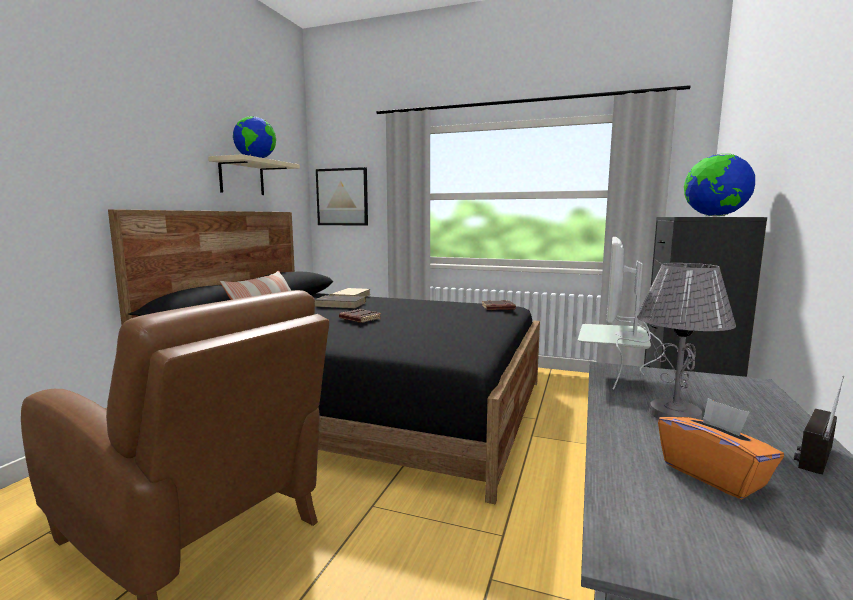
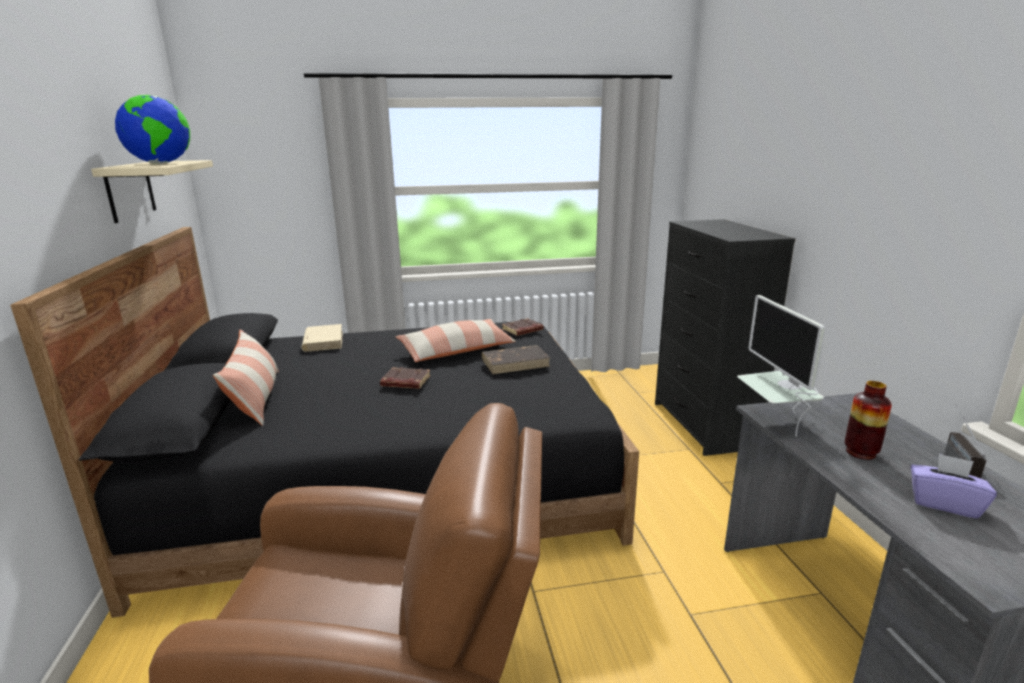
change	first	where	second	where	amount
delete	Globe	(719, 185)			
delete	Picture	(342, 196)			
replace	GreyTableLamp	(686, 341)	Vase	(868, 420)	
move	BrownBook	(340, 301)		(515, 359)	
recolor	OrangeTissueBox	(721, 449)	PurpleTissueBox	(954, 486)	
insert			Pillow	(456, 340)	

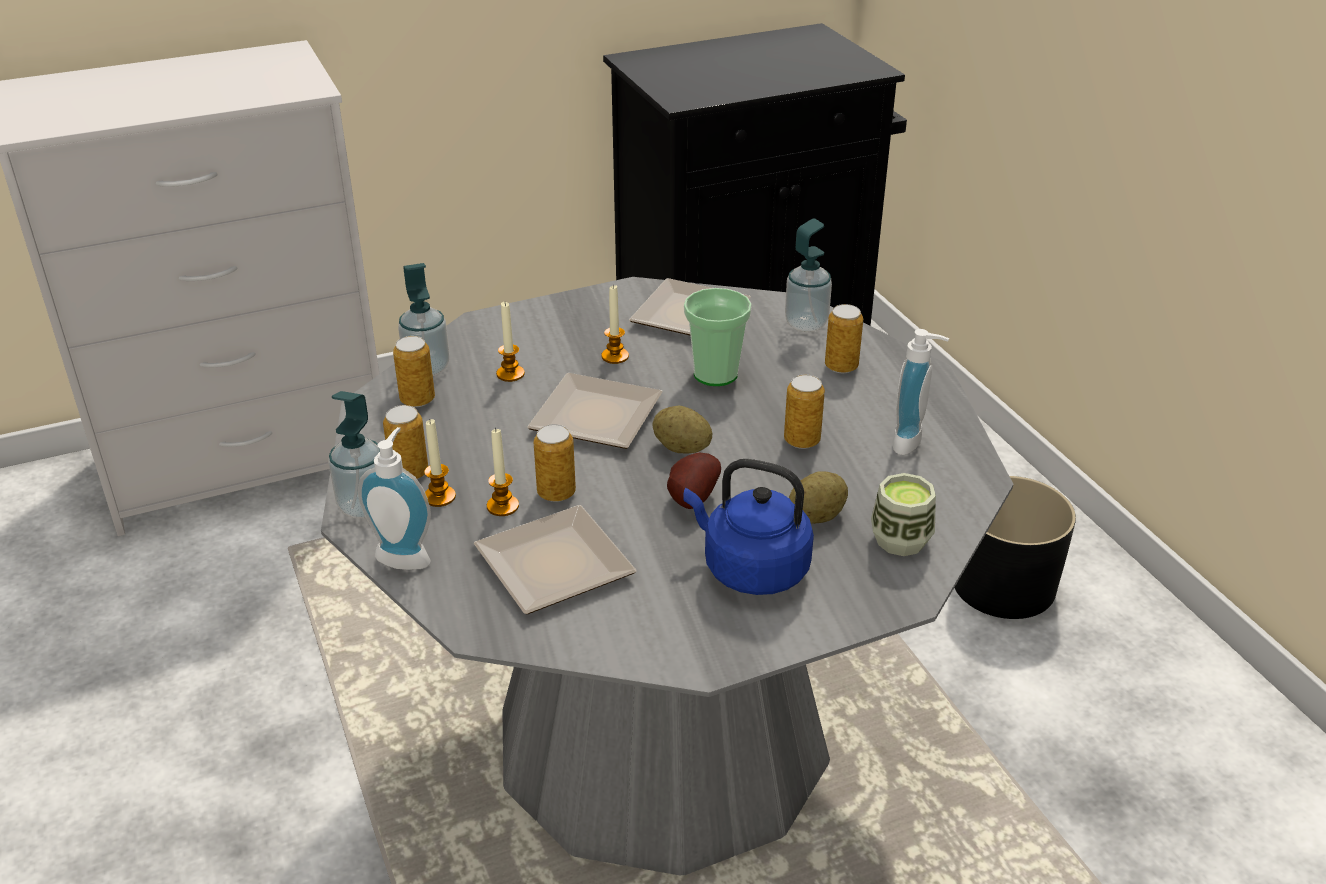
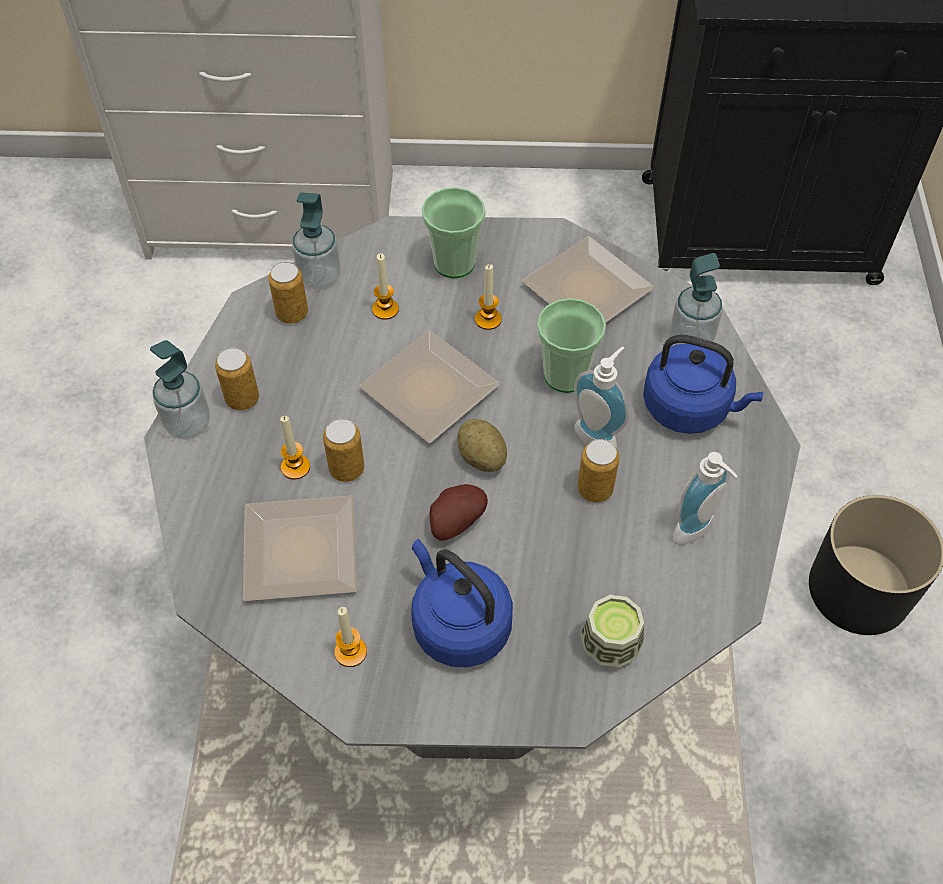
change	first	where	second	where	amount
replace	Can	(844, 338)	BlueKettle	(703, 384)	
move	Candle	(440, 463)		(350, 637)	
move	SoapDispenser	(394, 498)		(601, 397)	
delete	Potato	(818, 498)			
insert			Cup	(454, 232)	

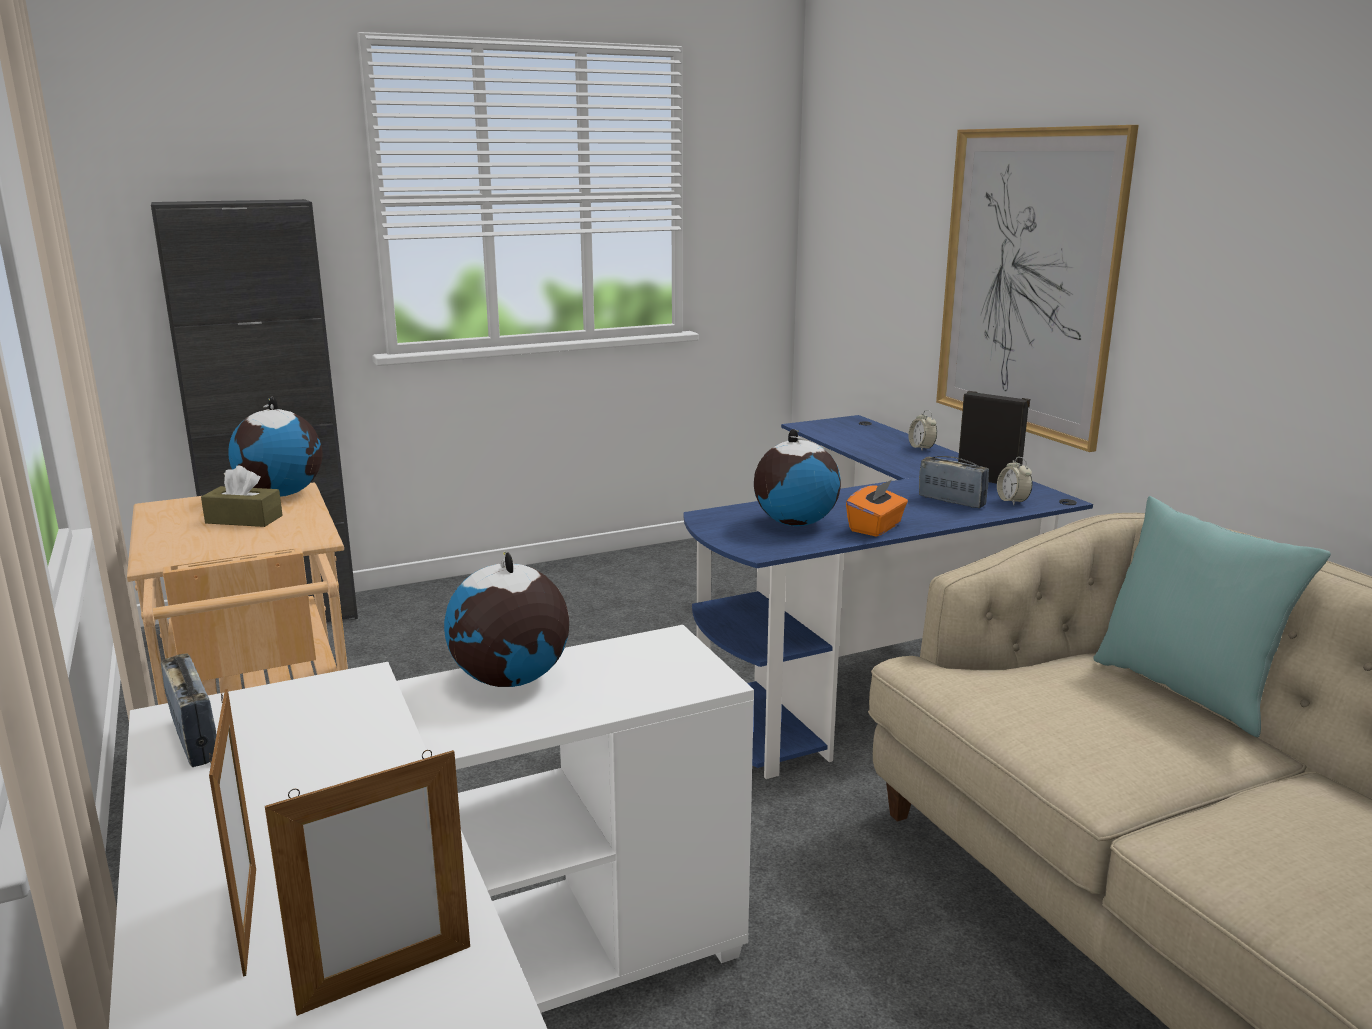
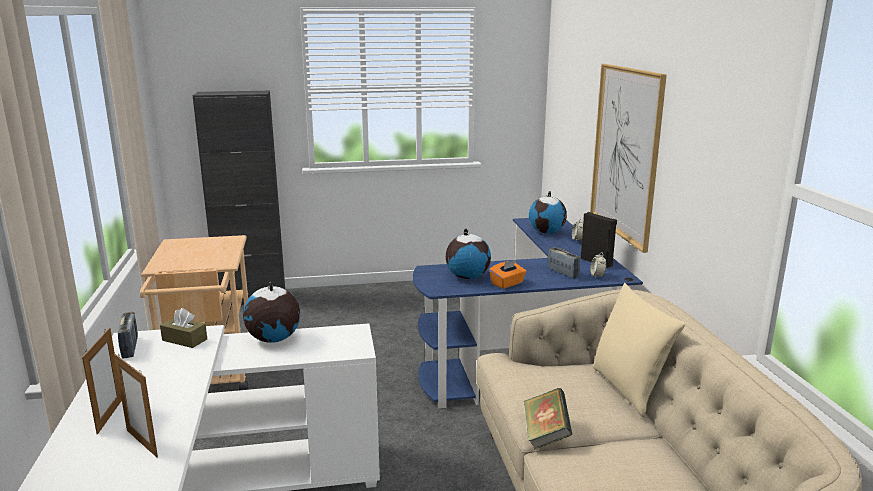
change	first	where	second	where	amount
move	Globe	(275, 447)		(548, 212)	
move	BrownTissueBox	(242, 496)		(183, 328)	
recolor	TurquoisePillow	(1212, 616)	BeigePillow	(638, 350)	
rotate	PictureFrame	(367, 883)		(136, 406)	60 degrees clockwise
insert			Book	(548, 418)	

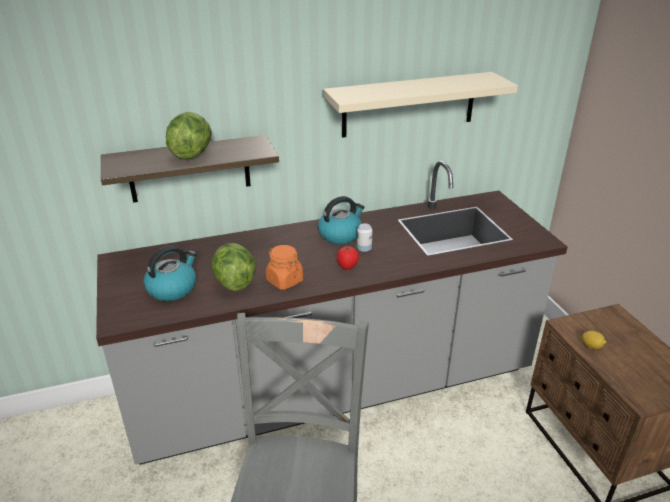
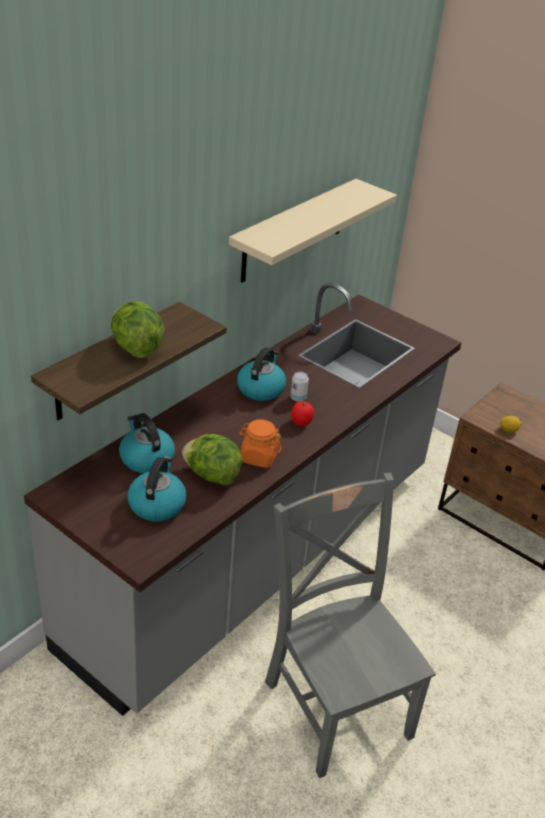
change	first	where	second	where	amount
insert			Kettle	(147, 443)	

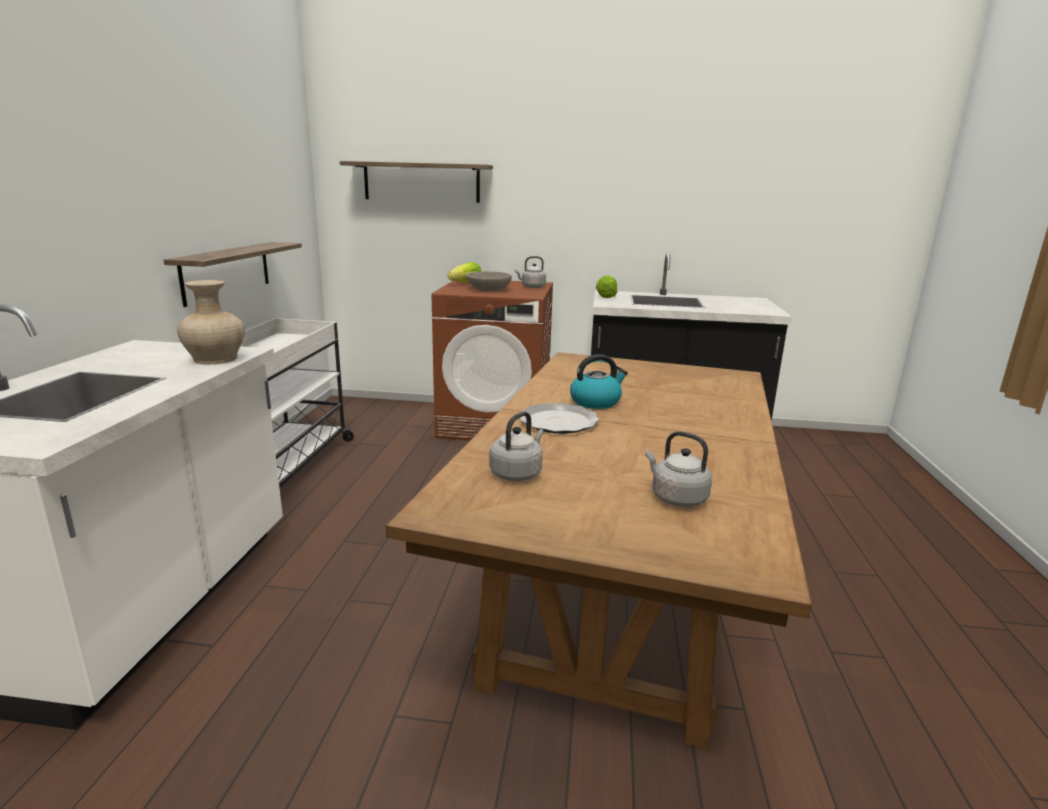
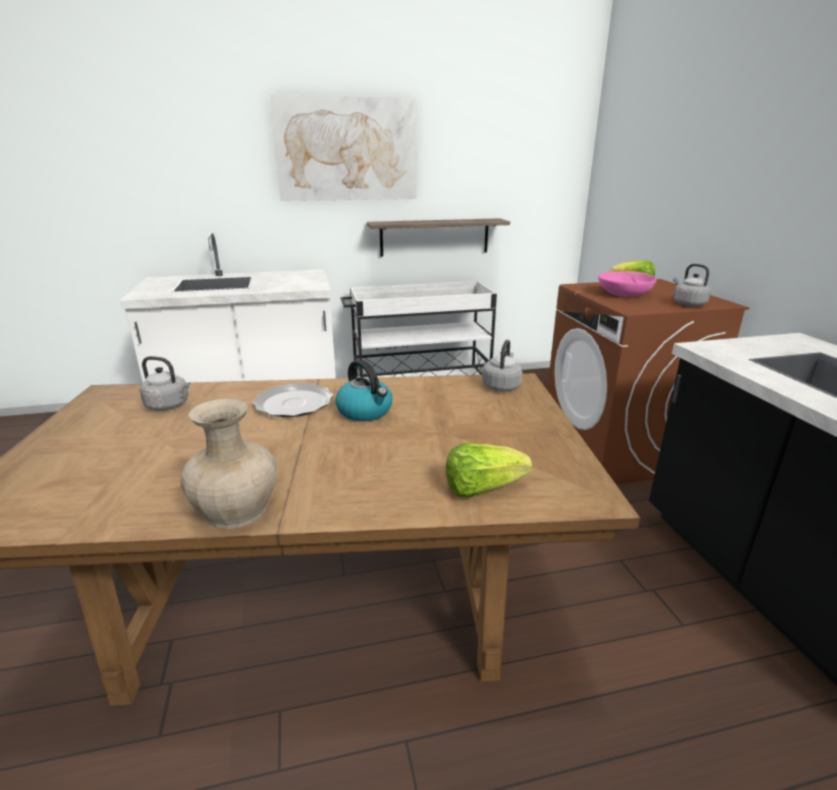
change	first	where	second	where	amount
delete	Shelf	(416, 182)			
recolor	GreyBowl	(489, 281)	PinkBowl	(627, 284)	
move	Lettuce	(606, 286)		(489, 470)	
move	BeigeVase	(211, 322)		(228, 463)	
move	GreyKettle	(678, 469)		(502, 365)	
insert			Picture	(343, 147)	

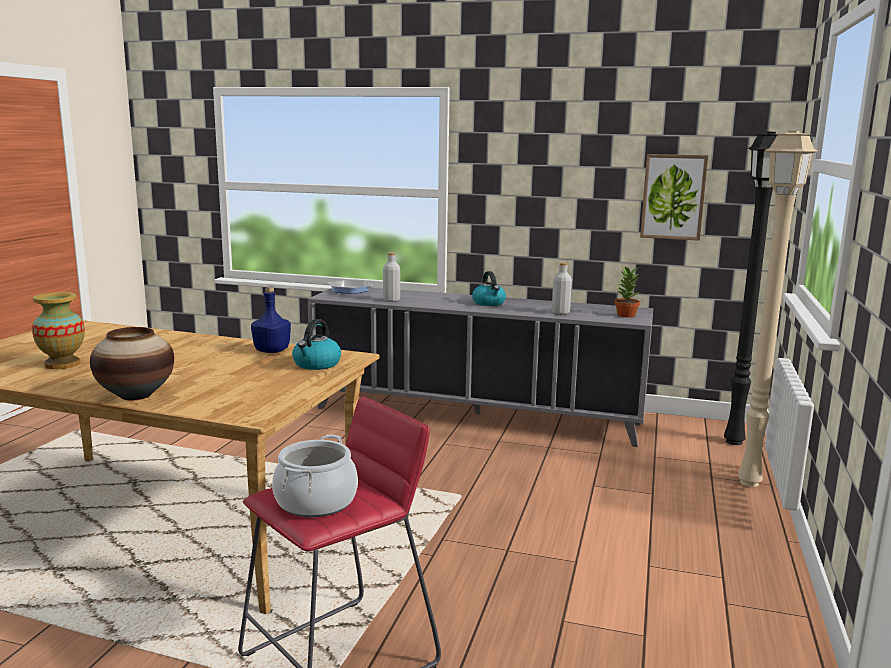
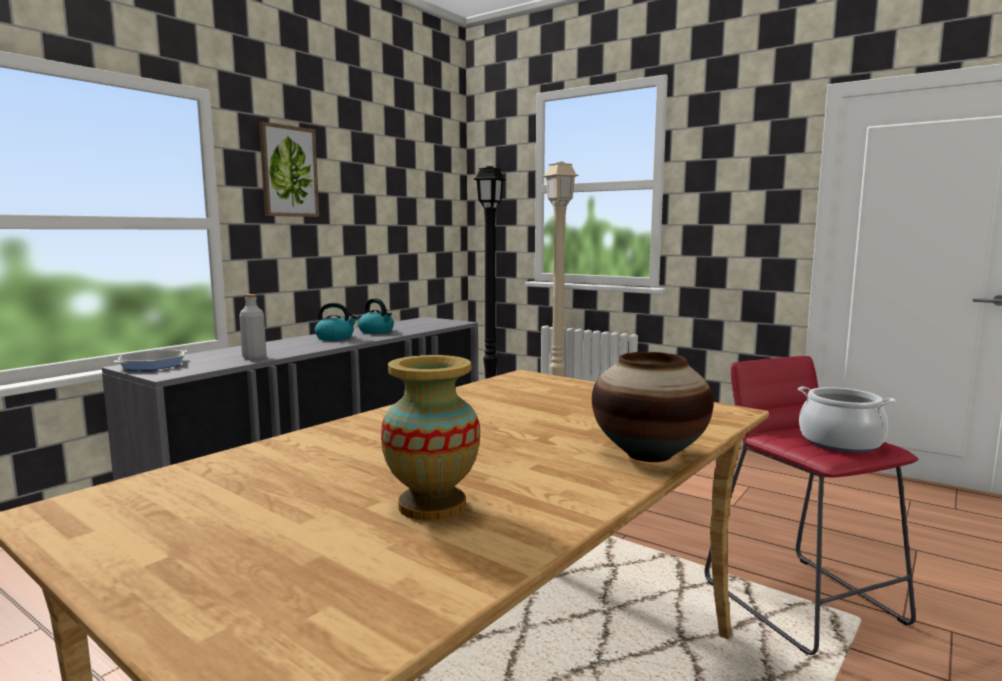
change	first	where	second	where	amount
move	Picture	(674, 197)		(289, 169)	
delete	GreyBottle	(562, 288)			
delete	PottedPlant	(627, 292)			
delete	BlueBottle	(271, 320)			
move	Kettle	(316, 344)		(376, 316)	

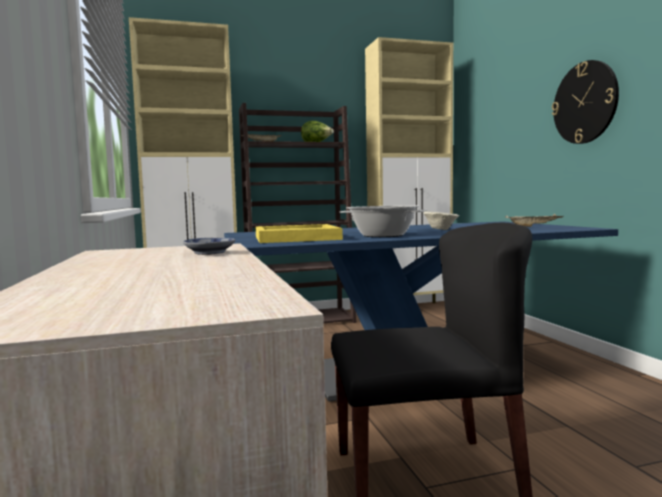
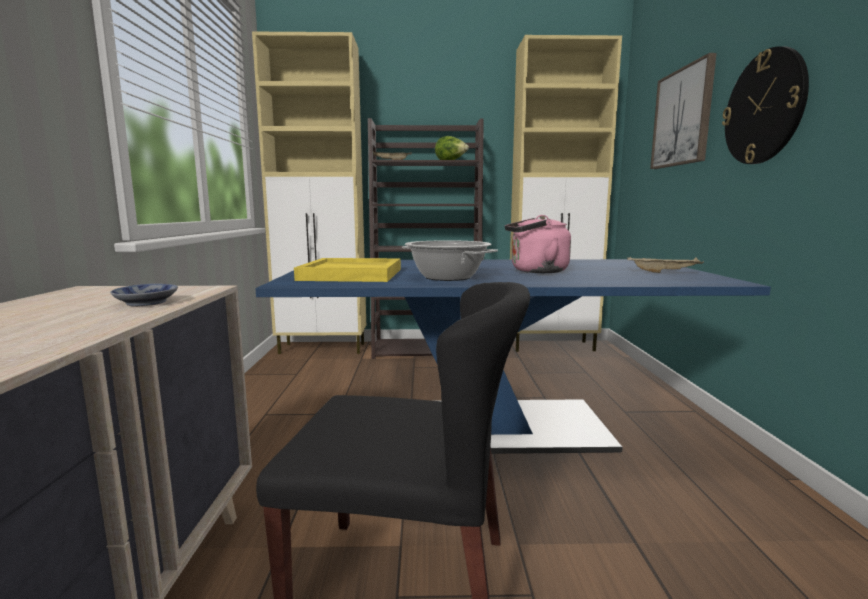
change	first	where	second	where	amount
replace	BeigeBowl	(441, 220)	PinkKettle	(538, 244)	
insert			Picture	(683, 111)	

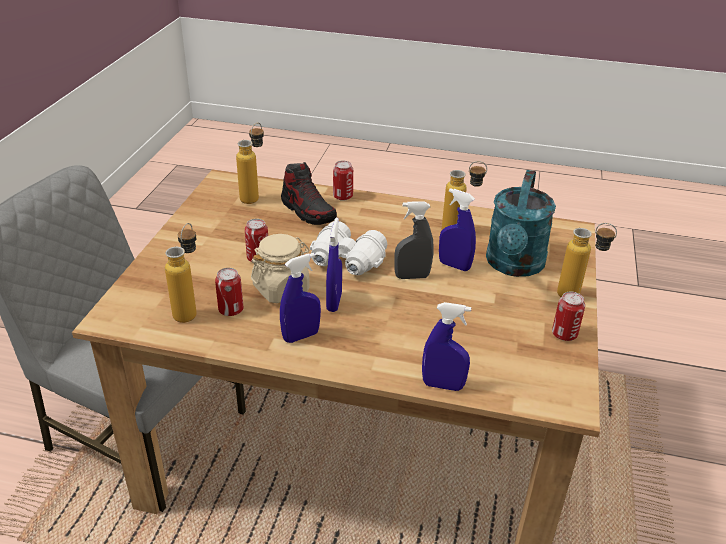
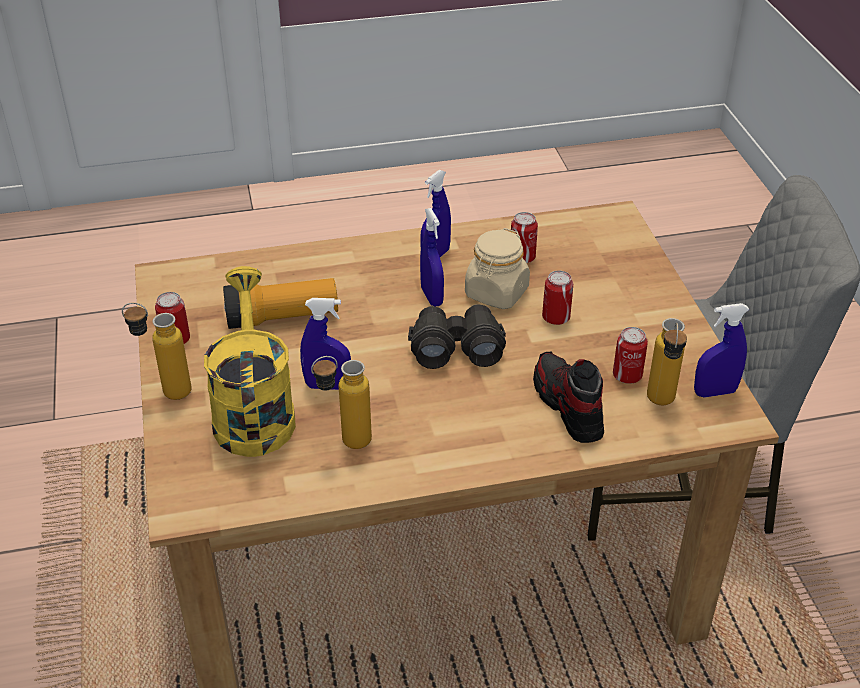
change	first	where	second	where	amount
move	Can	(343, 181)		(630, 355)	
rotate	Shoe	(309, 193)		(568, 397)	45 degrees clockwise
recolor	TurquoiseWateringCan	(521, 223)	YellowWateringCan	(250, 361)	
delete	GreySprayBottle	(413, 240)			
recolor	WhiteBinoculars	(348, 248)	BlackBinoculars	(457, 336)	
delete	Bottle	(181, 273)			
move	BlueSprayBottle	(446, 346)		(721, 350)	
insert			Flashlight	(280, 303)	

